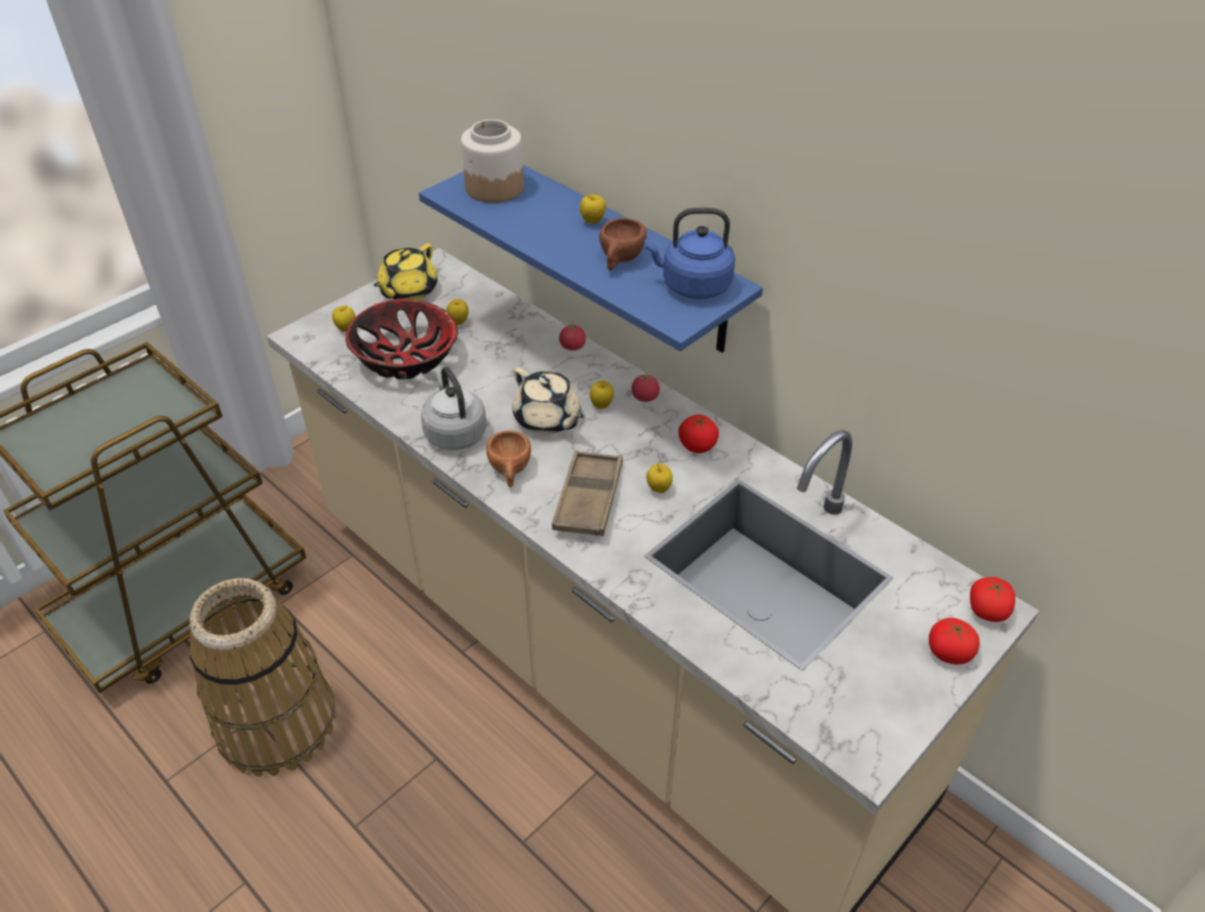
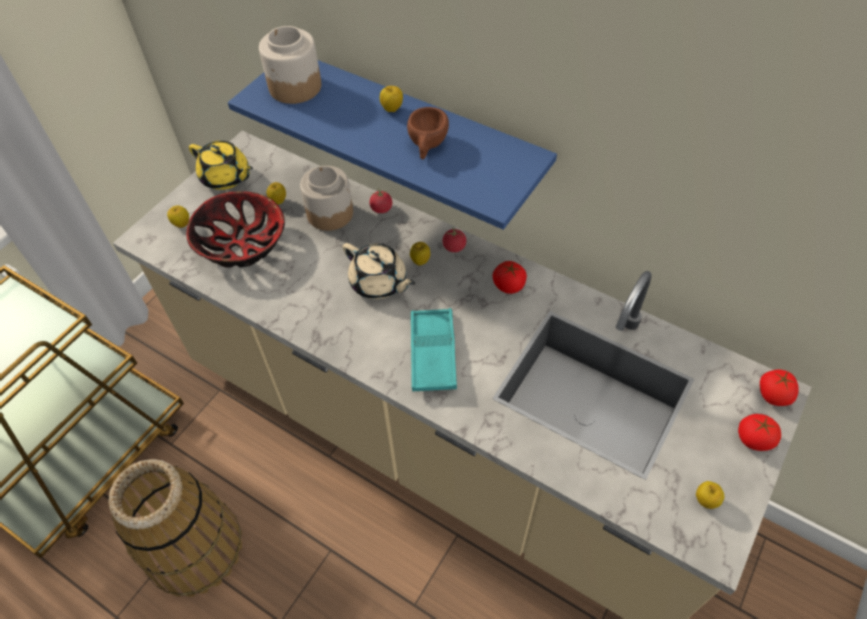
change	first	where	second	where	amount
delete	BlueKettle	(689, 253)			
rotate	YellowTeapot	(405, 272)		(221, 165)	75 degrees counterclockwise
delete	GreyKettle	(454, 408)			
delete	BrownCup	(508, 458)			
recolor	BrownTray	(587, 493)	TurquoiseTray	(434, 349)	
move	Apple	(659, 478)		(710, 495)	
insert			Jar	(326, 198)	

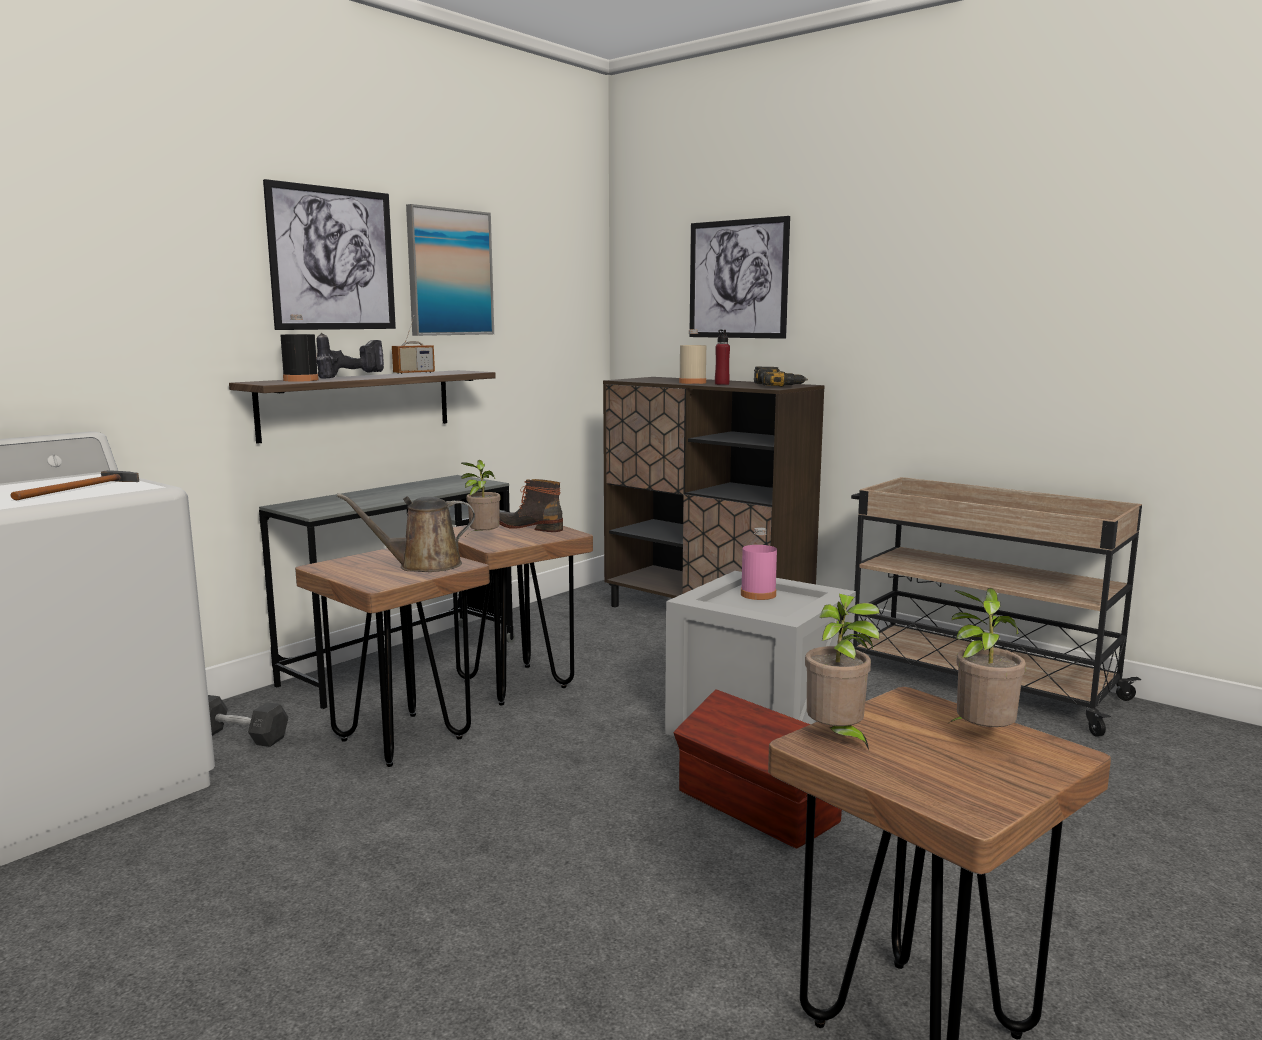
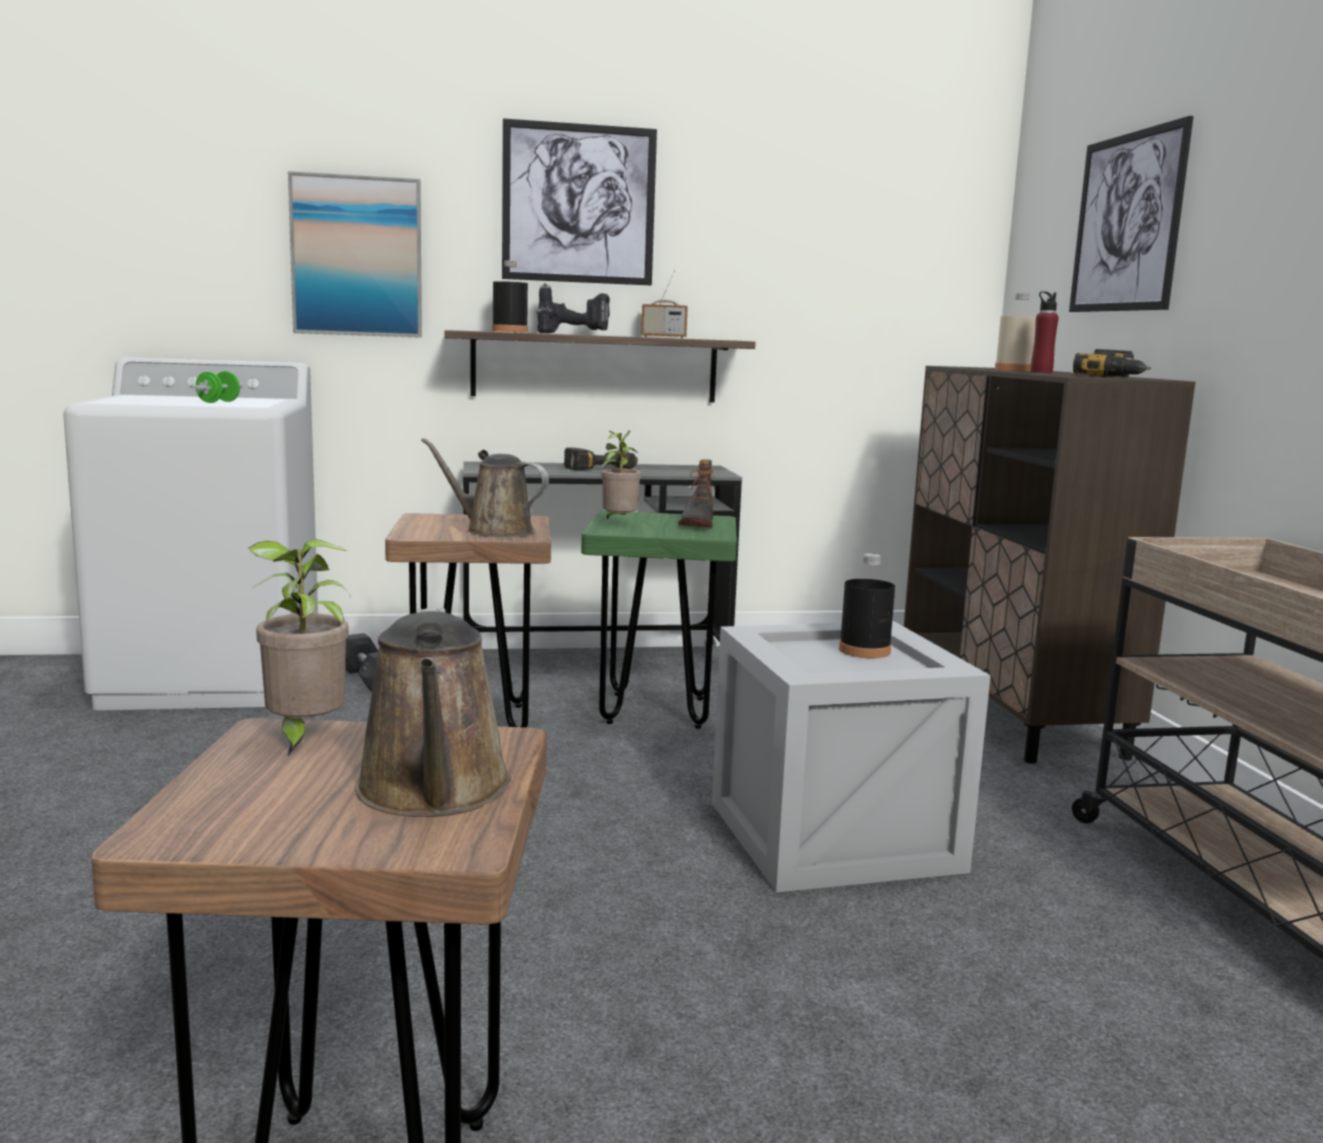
change	first	where	second	where	amount
move	Picture	(450, 270)		(355, 254)	
replace	Hammer	(74, 485)	GreenDumbbell	(217, 387)	
rotate	Boot	(531, 505)		(696, 493)	150 degrees counterclockwise
recolor	BrownStool	(523, 615)	GreenStool	(659, 620)	
recolor	PinkBottle	(759, 563)	BlackBottle	(867, 605)	
replace	PottedPlant	(988, 657)	BrownWateringCan	(433, 712)	
delete	BrownStorageBox	(757, 769)			
insert			PowerDrill	(601, 459)	

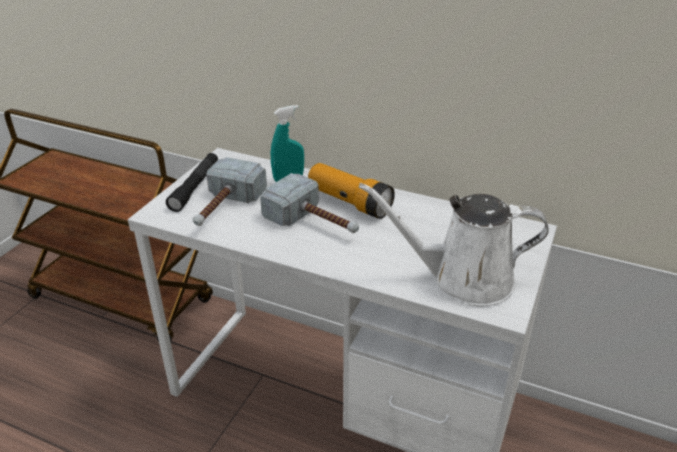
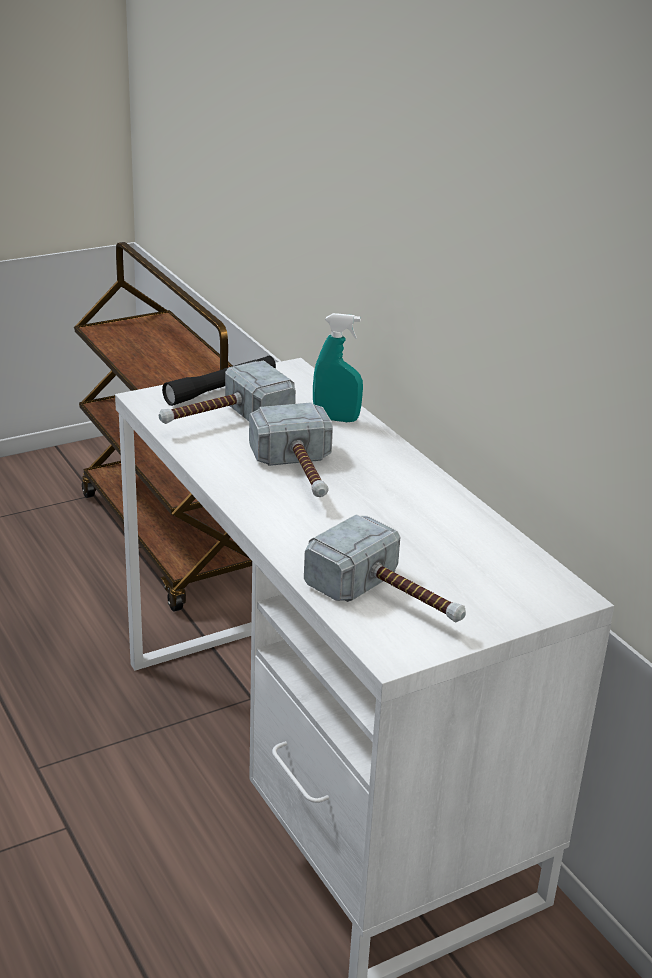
change	first	where	second	where	amount
delete	Flashlight	(351, 191)			
replace	WhiteWateringCan	(454, 244)	Hammer	(385, 568)	

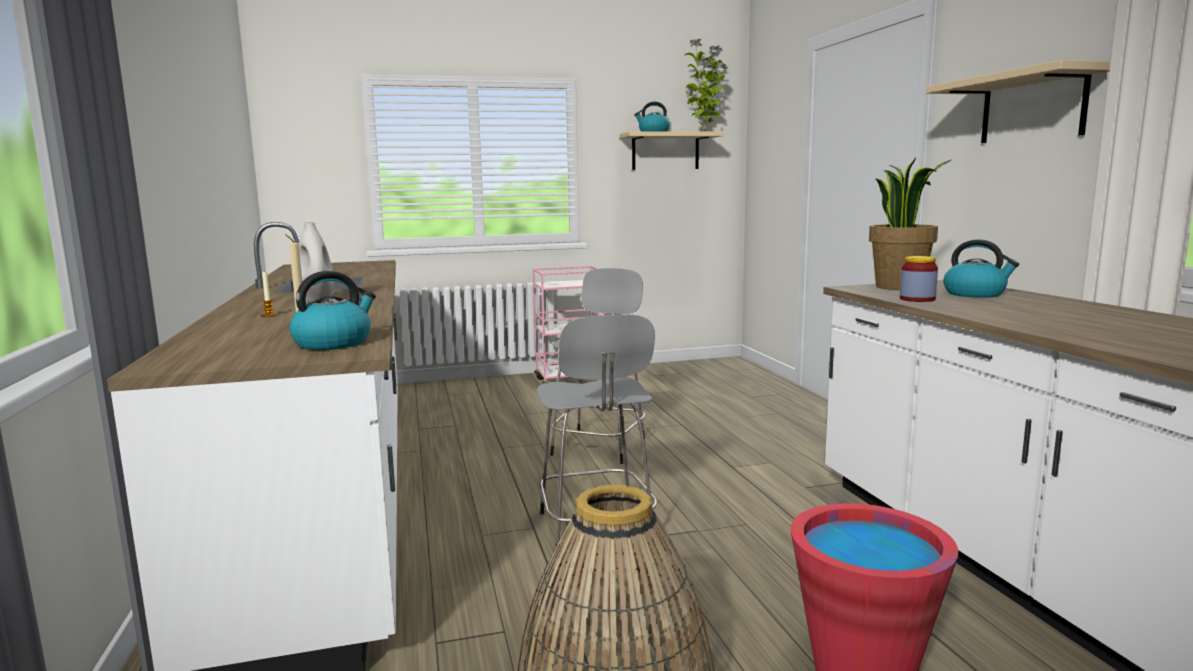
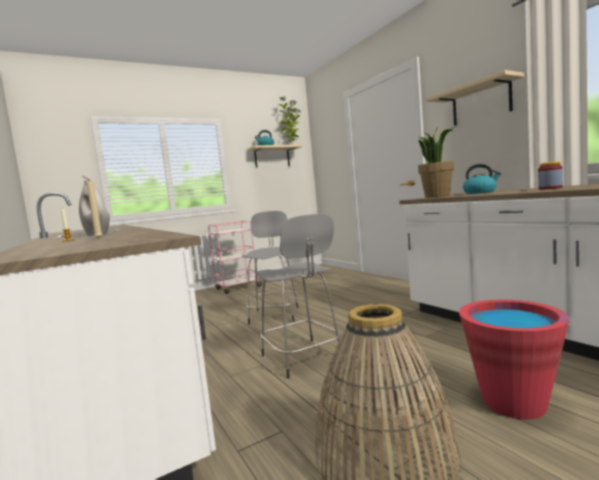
change	first	where	second	where	amount
move	Jar	(919, 279)		(550, 175)	
delete	Kettle	(333, 310)			

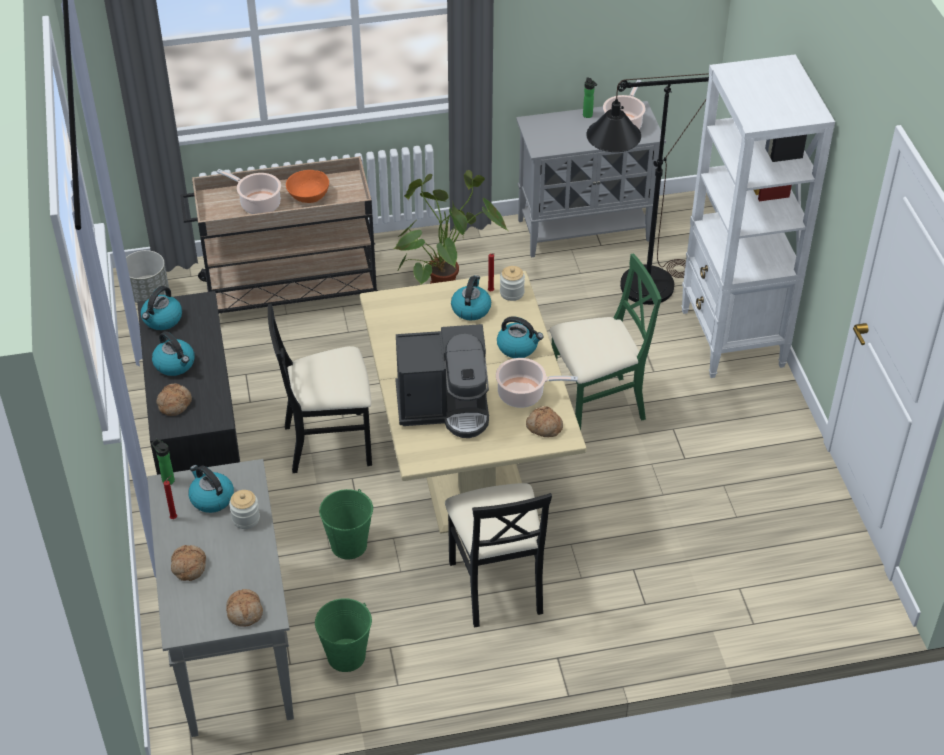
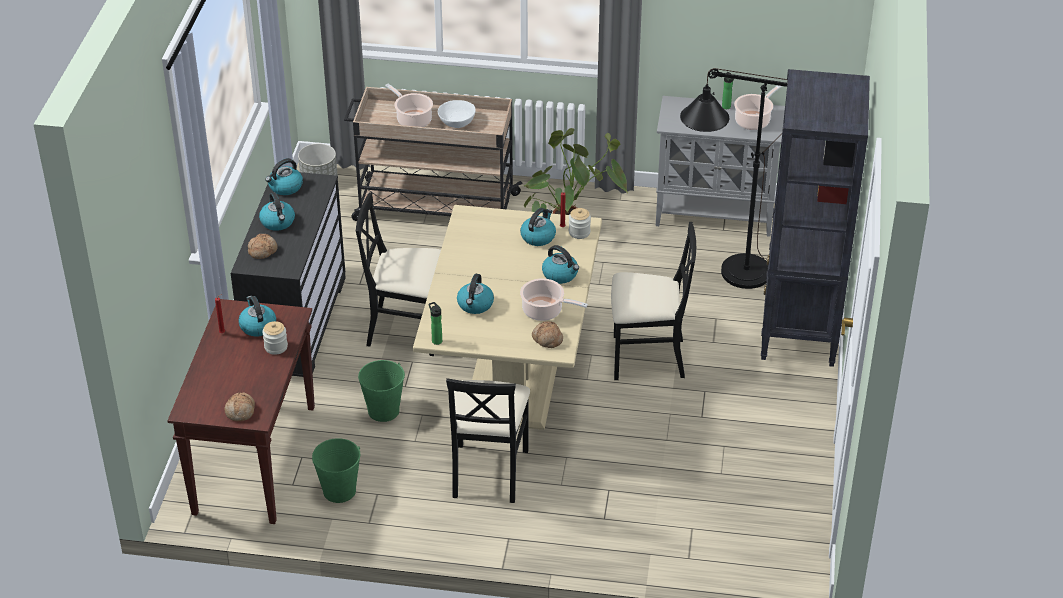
change	first	where	second	where	amount
recolor	WhiteBookcase	(758, 216)	BlackBookcase	(815, 218)	
recolor	OrangeBowl	(307, 186)	WhiteBowl	(457, 114)	
recolor	GreenChair	(606, 341)	BlackChair	(653, 301)	
replace	CoffeeMachine	(442, 381)	Kettle	(475, 294)	
move	Bottle	(163, 462)		(435, 323)	
recolor	GreyConsoleTable	(220, 598)	BrownConsoleTable	(241, 411)	
delete	Bread	(188, 563)			

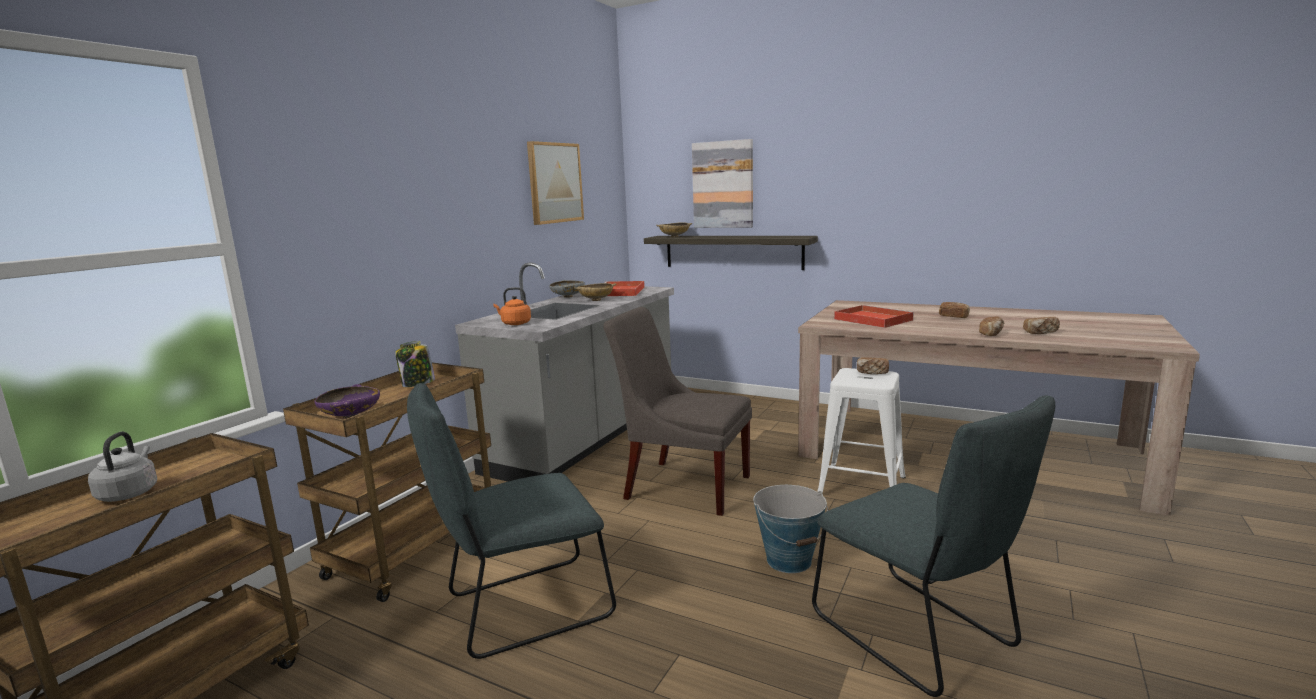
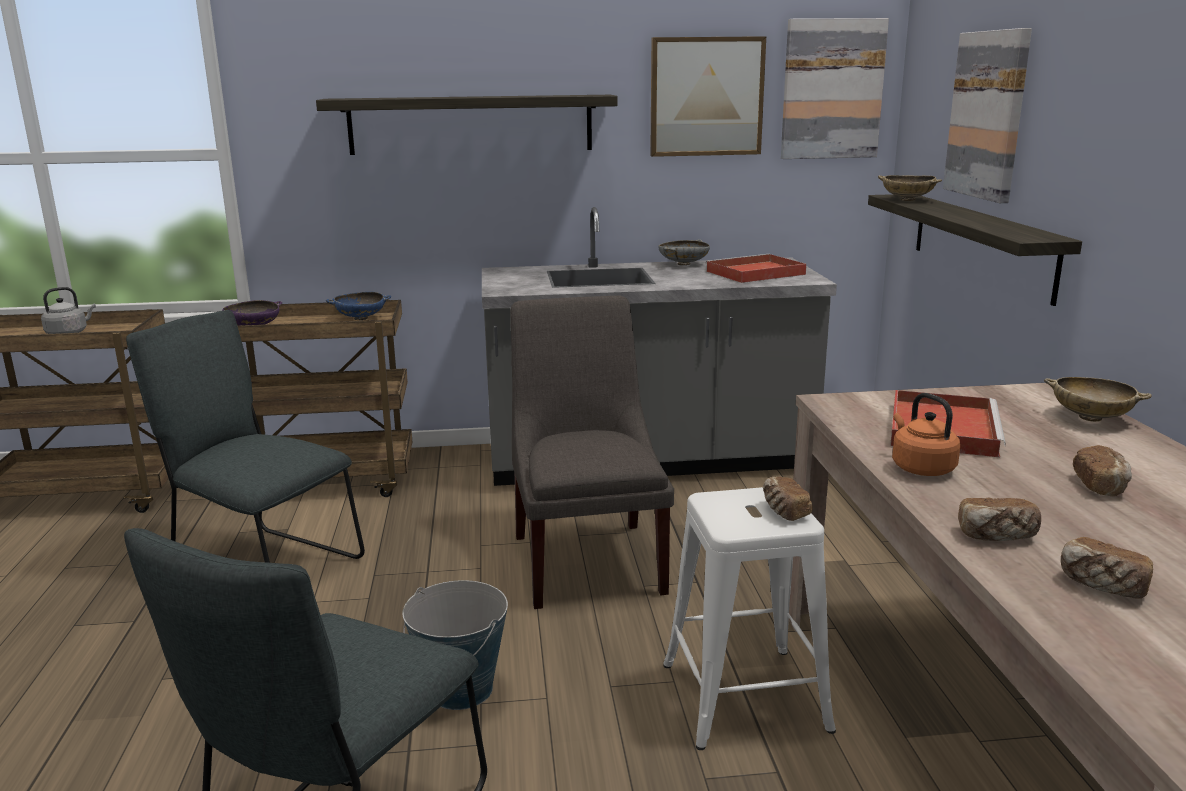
change	first	where	second	where	amount
move	BeigeBowl	(595, 292)		(1098, 399)	
move	OrangeKettle	(512, 306)		(926, 434)	
replace	Jar	(415, 364)	BlueBowl	(358, 306)	
insert			Picture	(835, 88)	
insert			Shelf	(467, 125)	

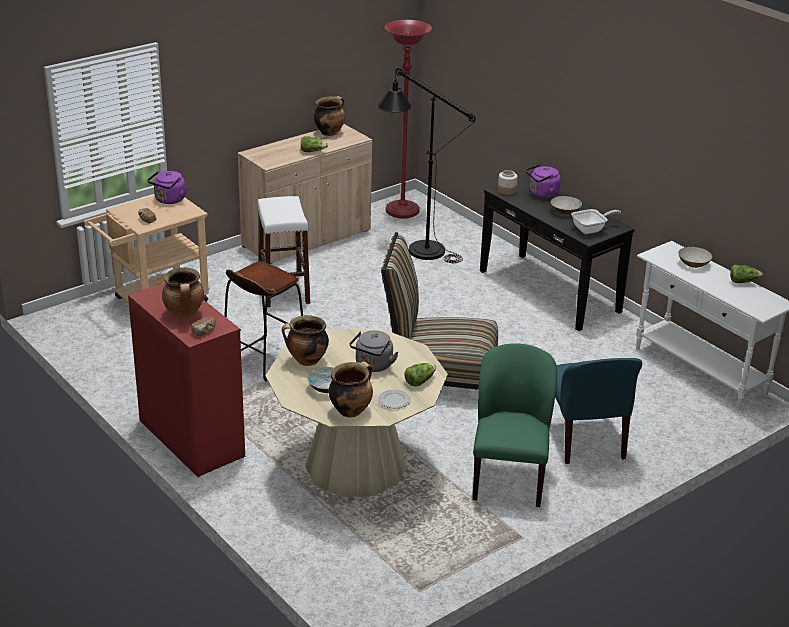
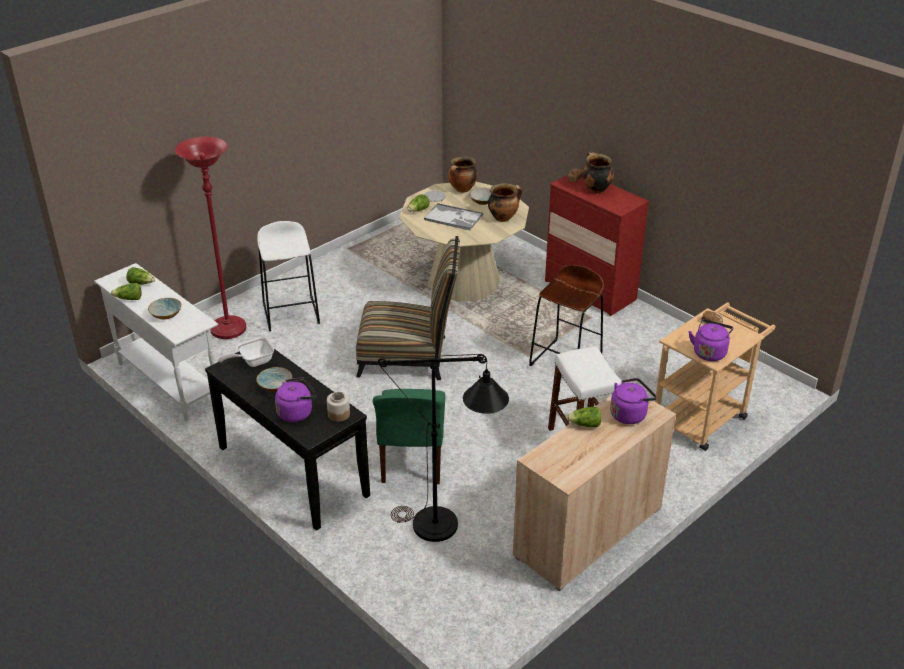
change	first	where	second	where	amount
move	RedFloorLamp	(408, 119)		(210, 238)	
delete	CookingPot	(329, 116)			
replace	GreyKettle	(374, 351)	Tray	(453, 216)	
move	GreenChair	(515, 425)		(409, 437)	
replace	BlueChair	(598, 411)	WhiteStool	(288, 276)	
insert			Lettuce	(140, 276)	
insert			PurpleKettle	(633, 401)	

